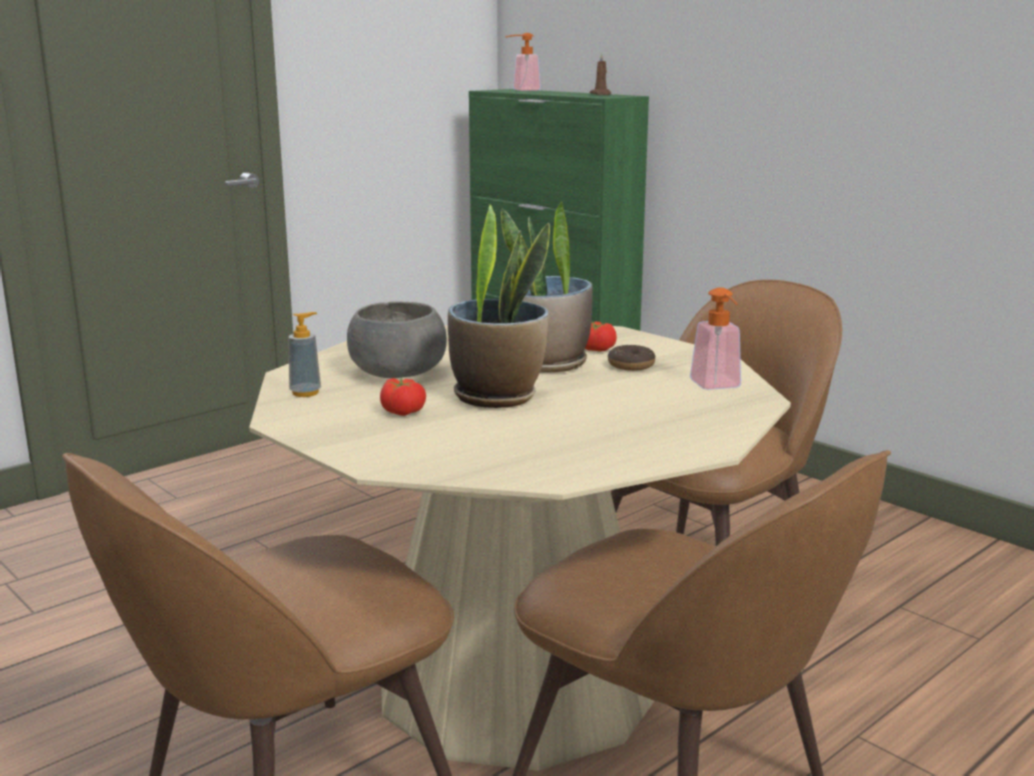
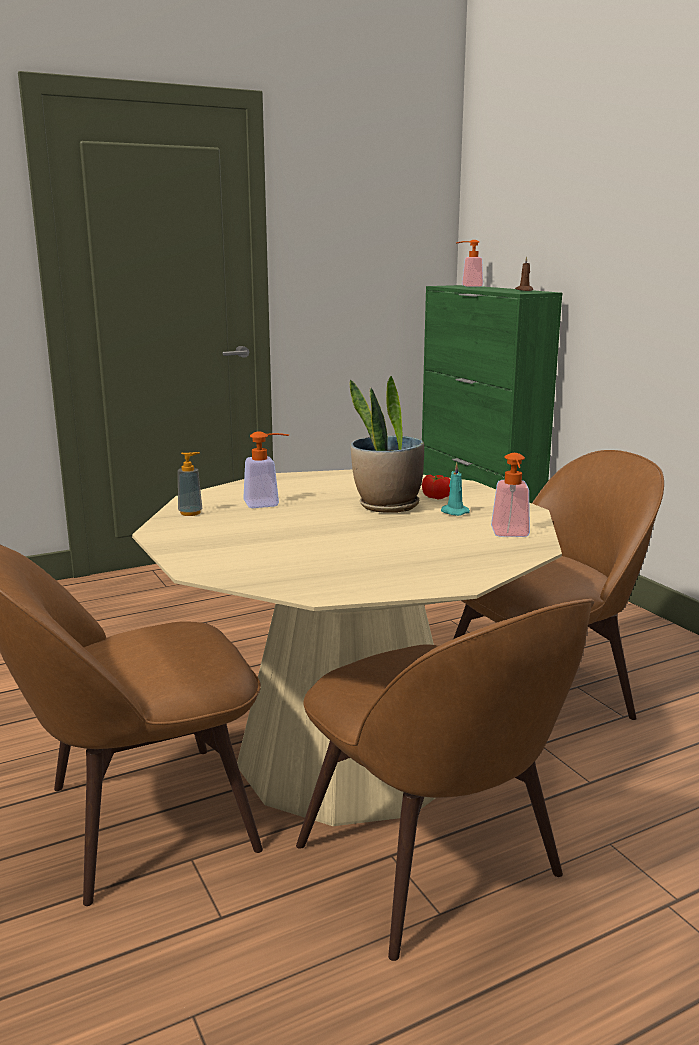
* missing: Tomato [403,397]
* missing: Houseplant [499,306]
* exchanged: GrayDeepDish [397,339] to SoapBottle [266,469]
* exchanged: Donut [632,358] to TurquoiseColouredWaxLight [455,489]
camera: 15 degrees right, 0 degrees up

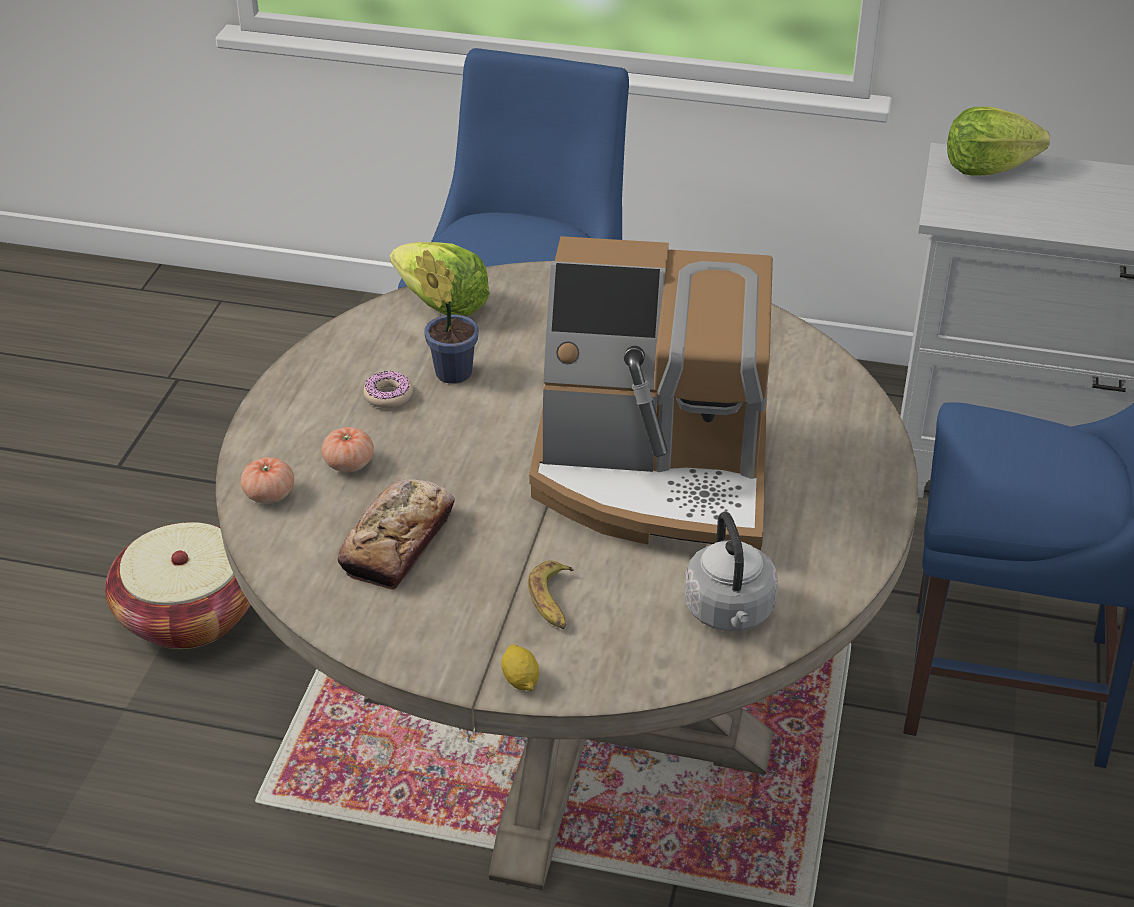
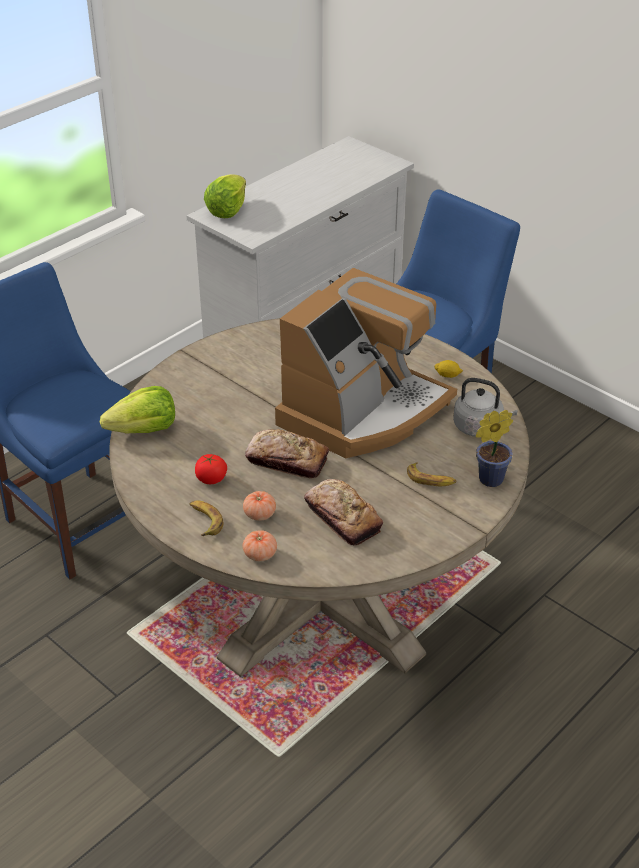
* missing: HouseholdBasket [178,585]
* appeared: WholeBanana [206,518]
* appeared: BakeryBread [287,454]
* relocated: Houseplant [446,317] to [494,448]
* relocated: CitrusFruit [520,667] to [448,369]
* exchanged: Donut [388,389] to Tomato [211,469]
camera: 60 degrees left, 0 degrees up

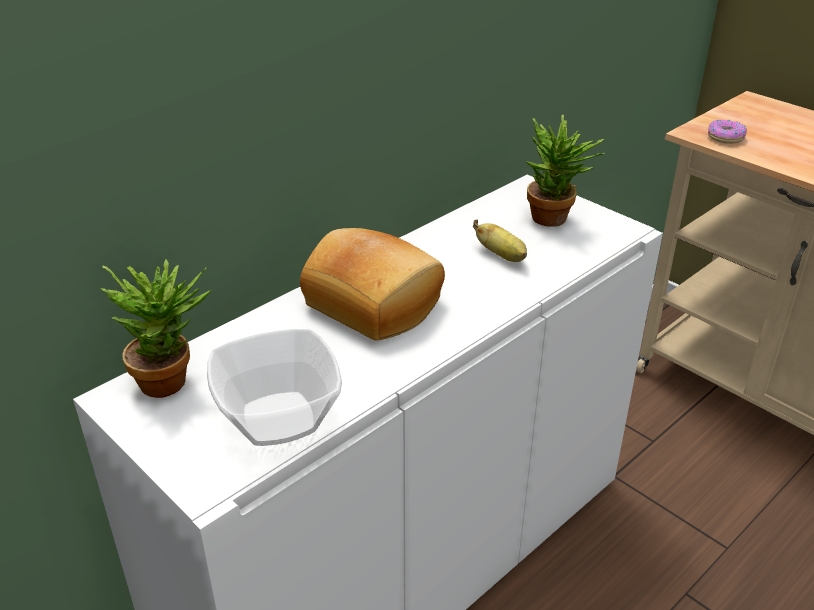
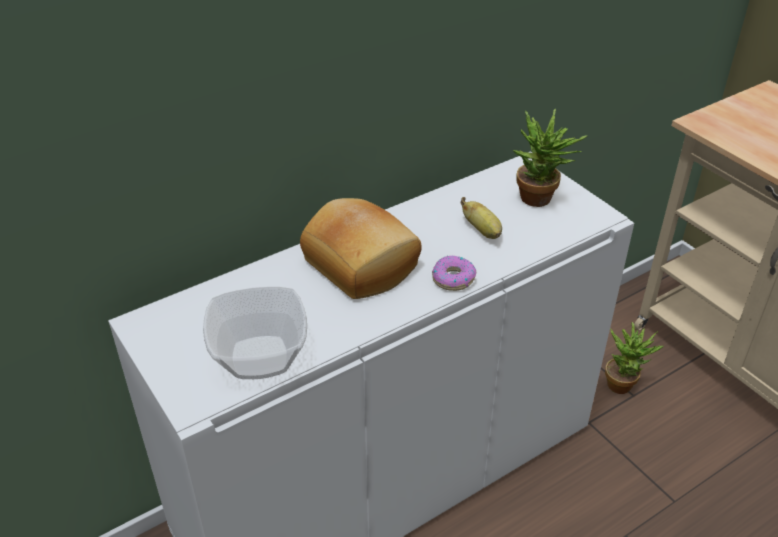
* relocated: Houseplant [156,329] to [634,358]
* relocated: Donut [727,132] to [454,273]
camera: 10 degrees right, 5 degrees up

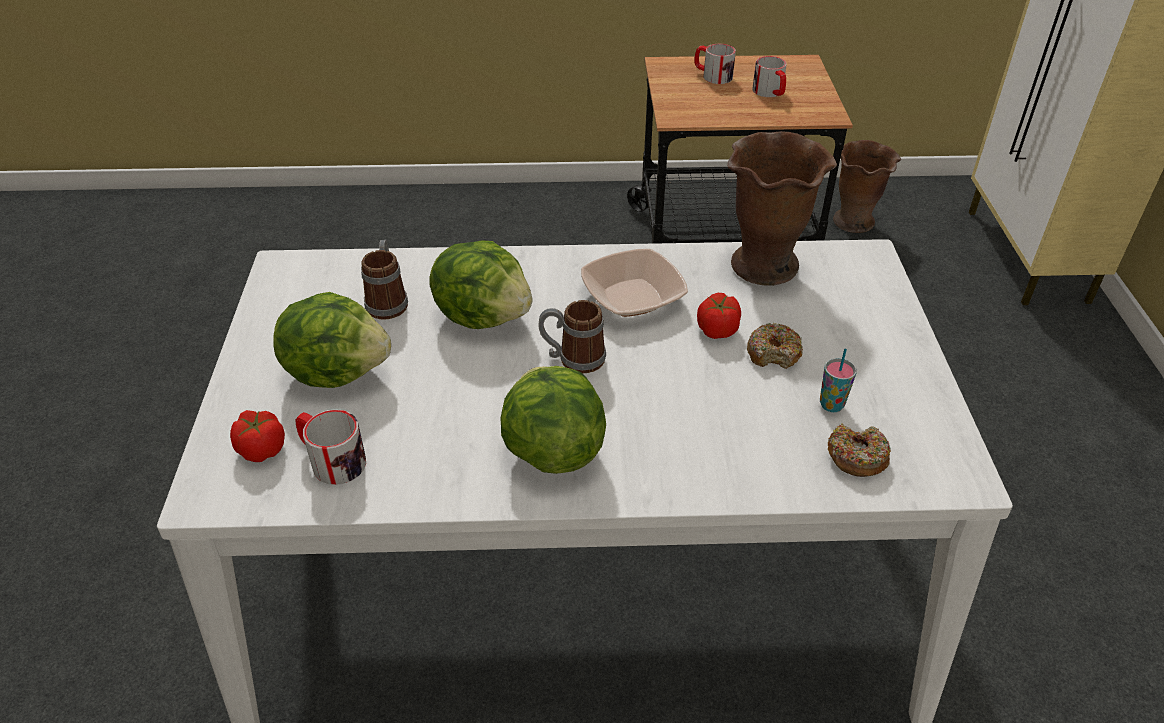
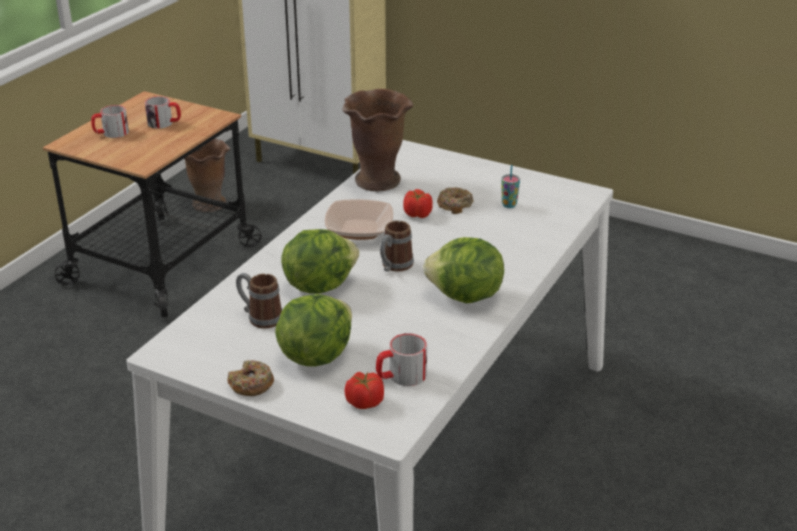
* relocated: Donut [859,450] to [250,378]
camera: 60 degrees left, 10 degrees down

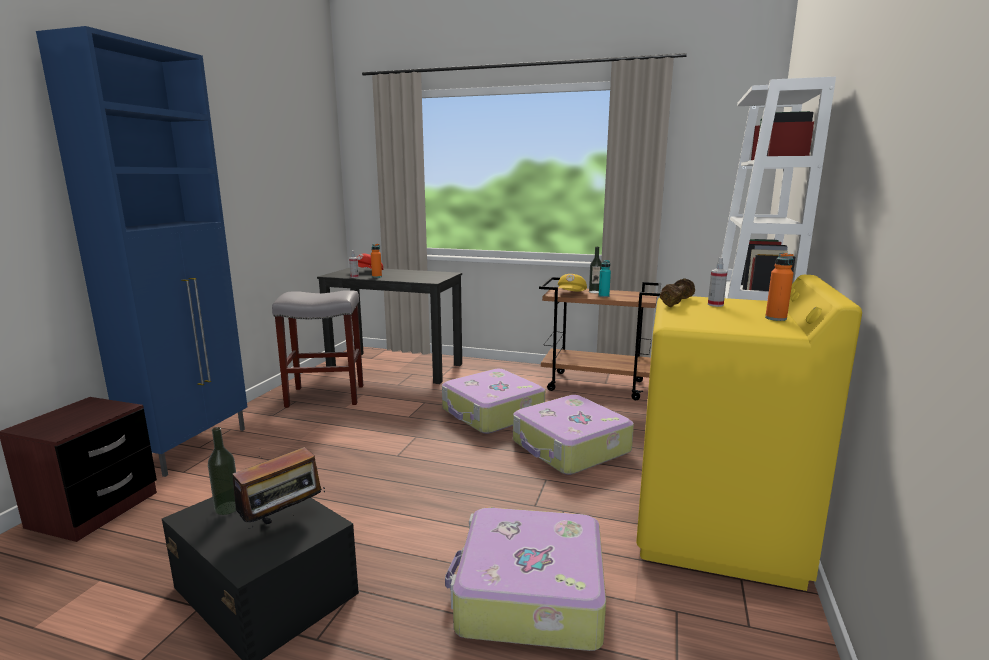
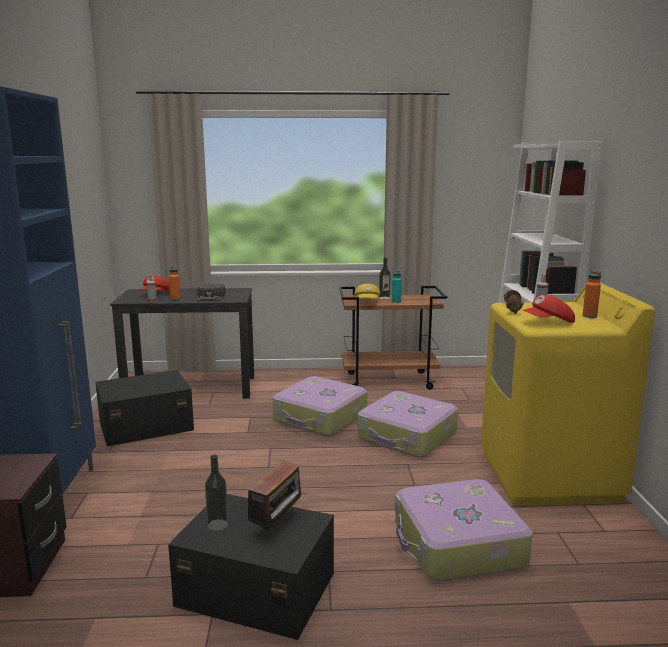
* appeared: BlackishCap [211,292]
* appeared: RedColouredCap [549,309]
* exchanged: GraySittingStool [317,349] to BlackishStorageContainer [144,408]
camera: 20 degrees left, 0 degrees up

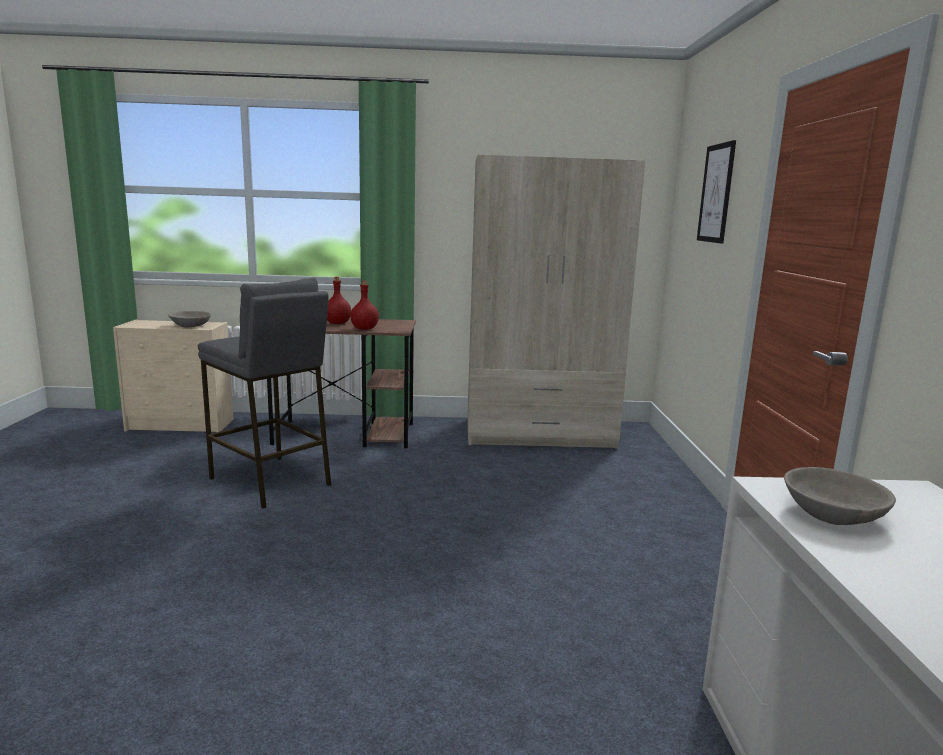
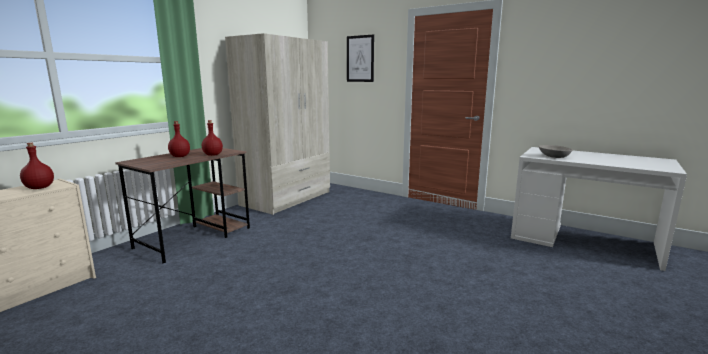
* missing: GraySittingStool [264,393]
* exchanged: GrayDeepDish [189,319] to RedColouredBottle [37,166]
camera: 55 degrees left, 0 degrees up

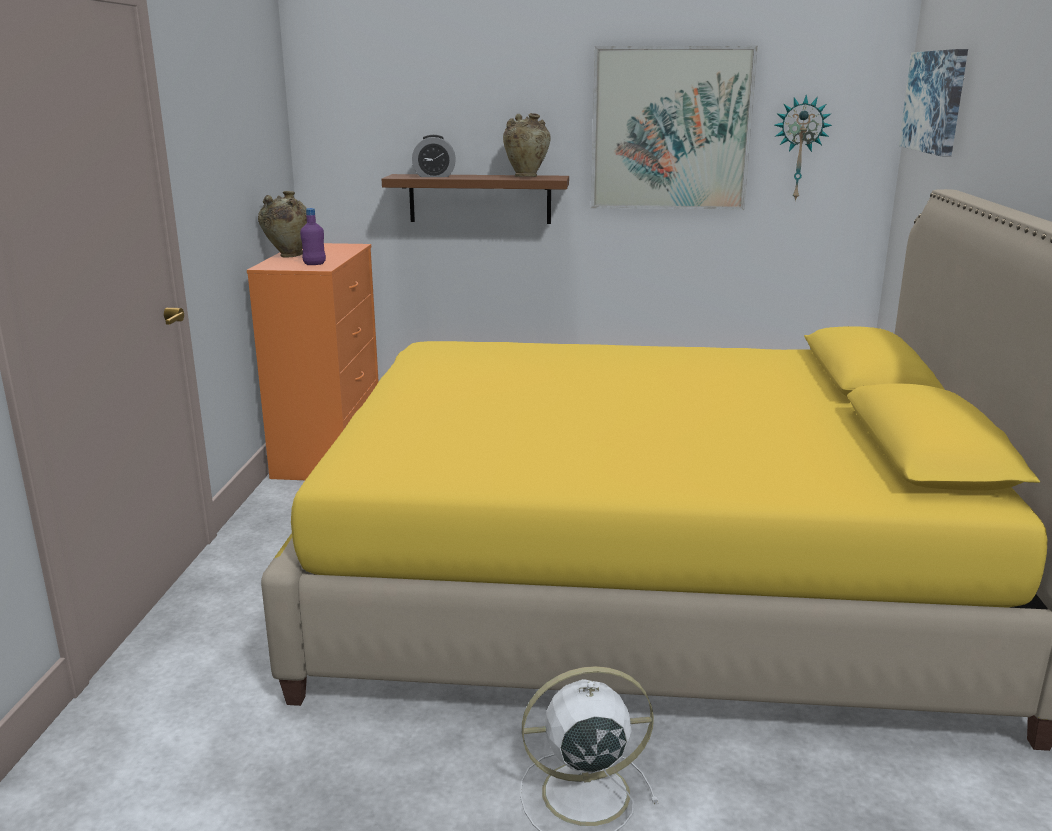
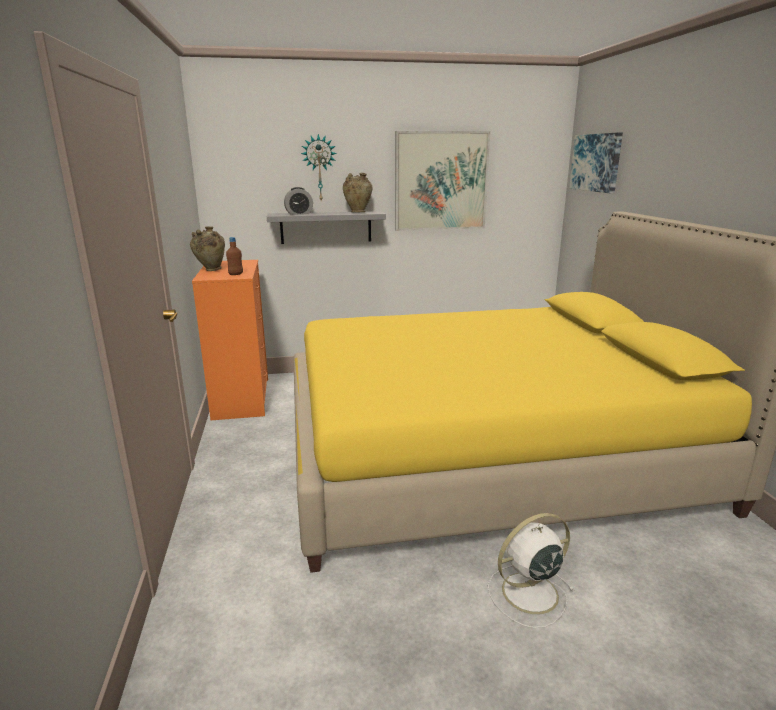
* relocated: WallClock [803,148] to [319,167]
* colour: PurpleColouredBottle [313,236] to BrownishBottle [234,256]
* colour: BrownishWallShelf [475,199] to GrayWallShelf [326,227]
camera: 15 degrees left, 0 degrees up

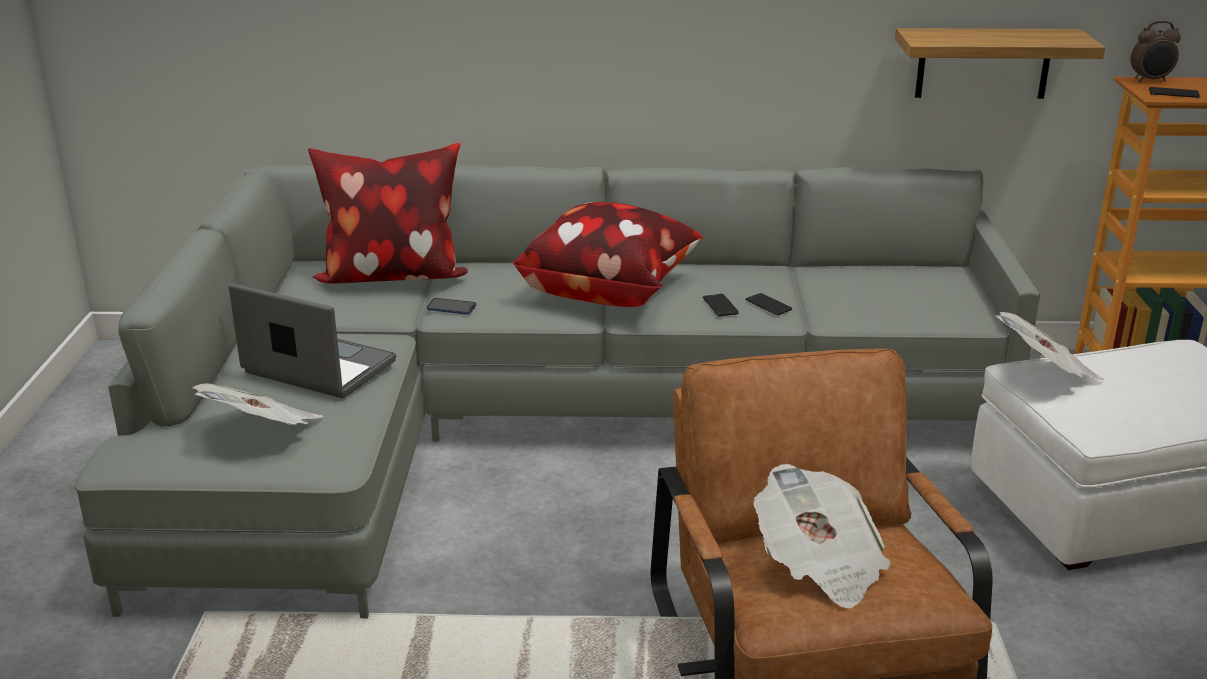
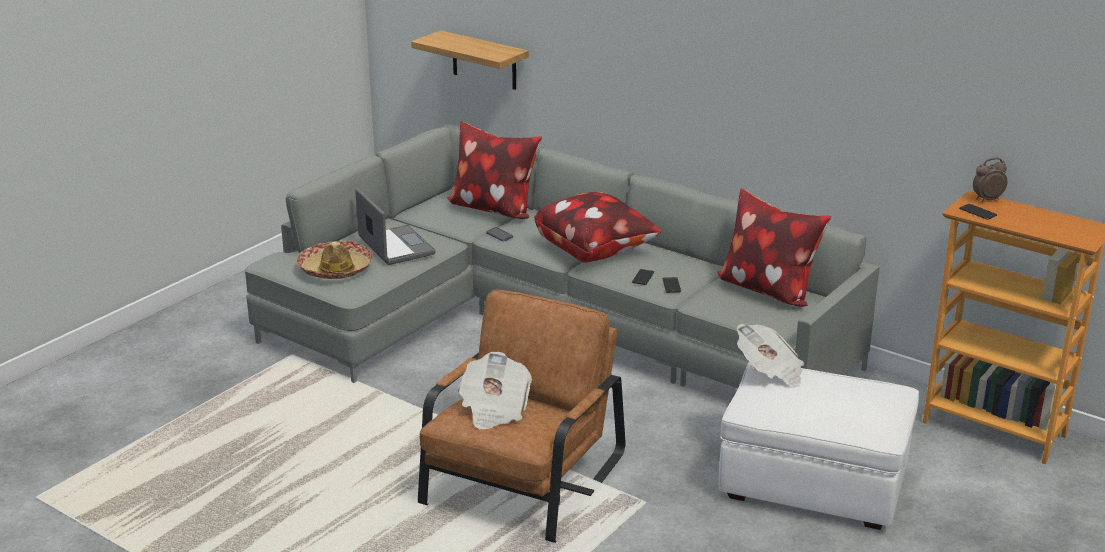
* appeared: Cushion [774,247]
* relocated: WallShelf [1000,63] to [470,60]
* exchanged: PrintedPaper [257,404] to WearableHat [334,260]
* spun: AlarmClock [1156,51] = [990,180] 135 degrees clockwise
camera: 35 degrees right, 0 degrees up

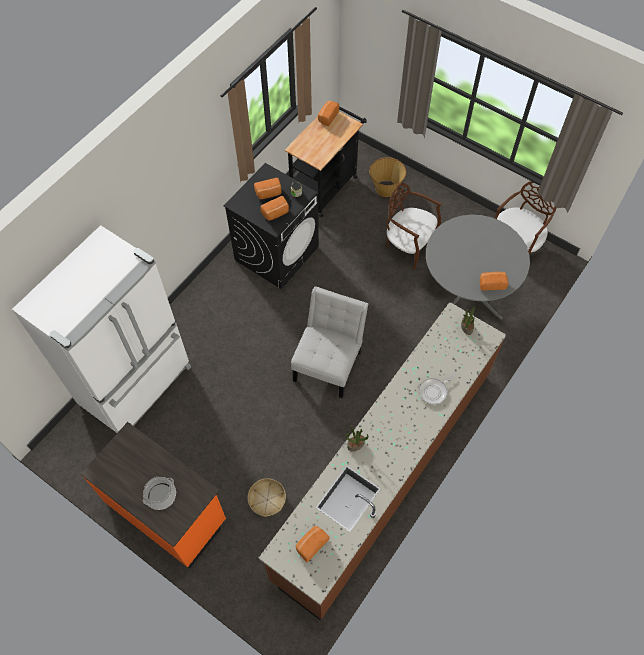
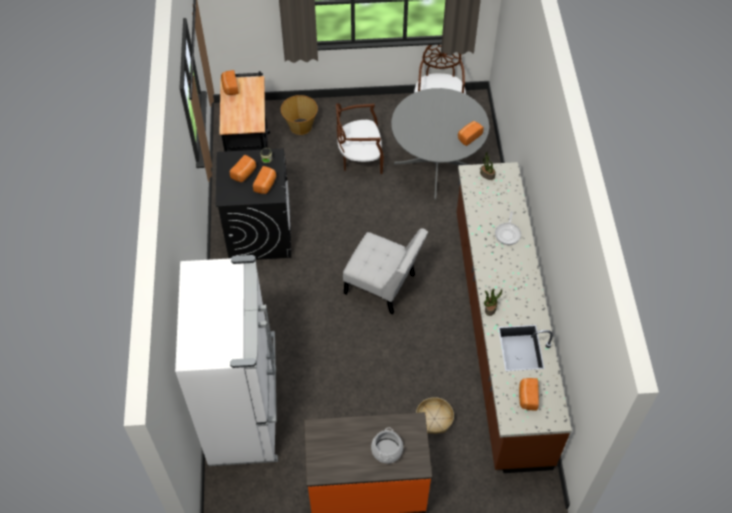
* spun: WhiteColouredPlainChair [329,342] = [385,271] 135 degrees clockwise
camera: 40 degrees left, 5 degrees down

